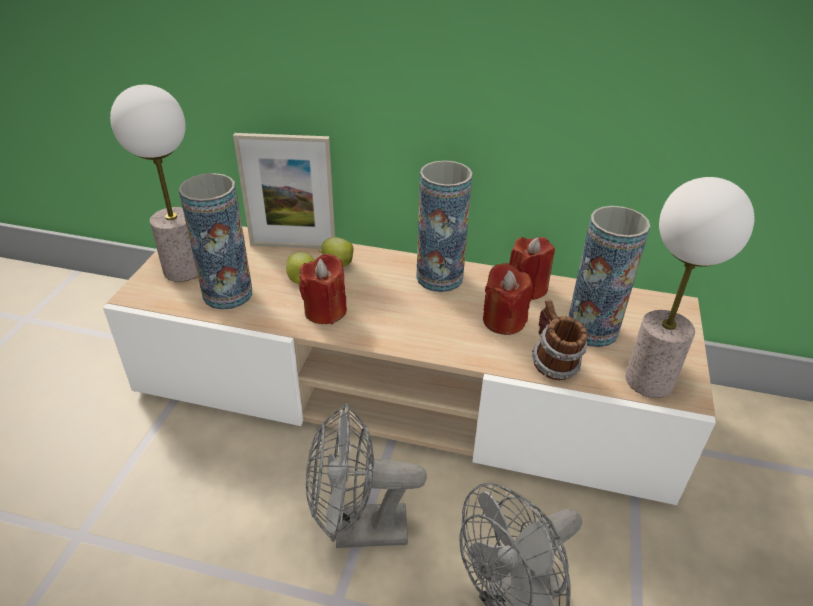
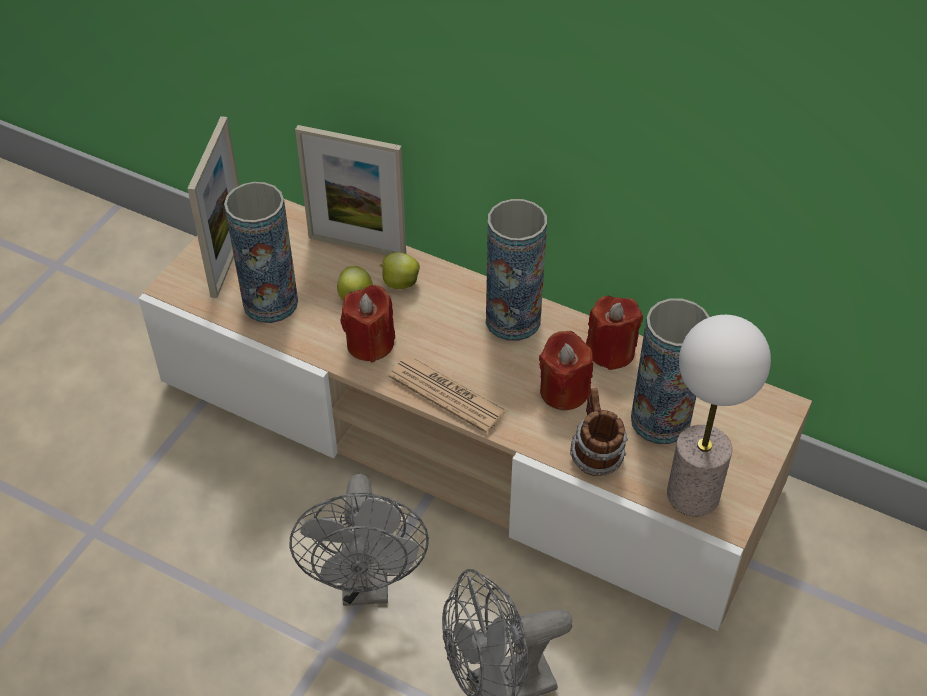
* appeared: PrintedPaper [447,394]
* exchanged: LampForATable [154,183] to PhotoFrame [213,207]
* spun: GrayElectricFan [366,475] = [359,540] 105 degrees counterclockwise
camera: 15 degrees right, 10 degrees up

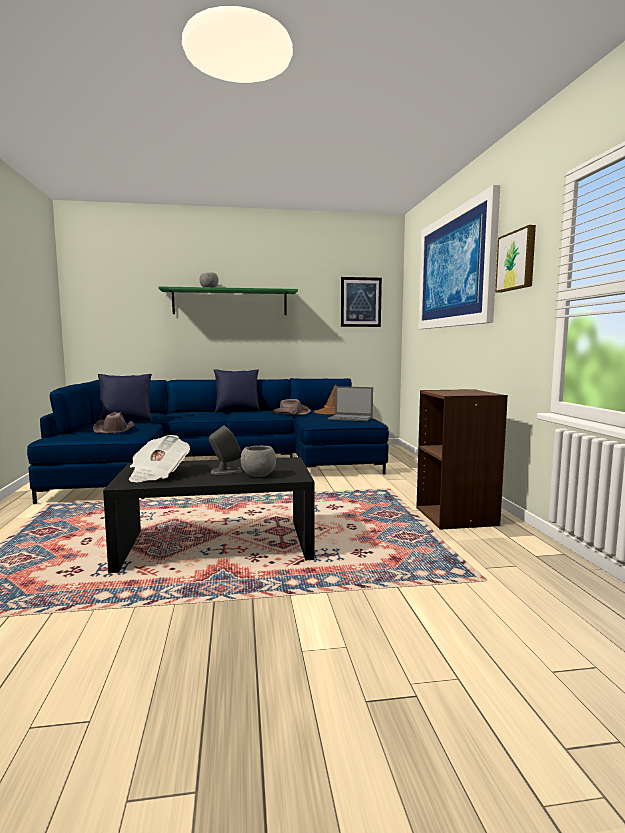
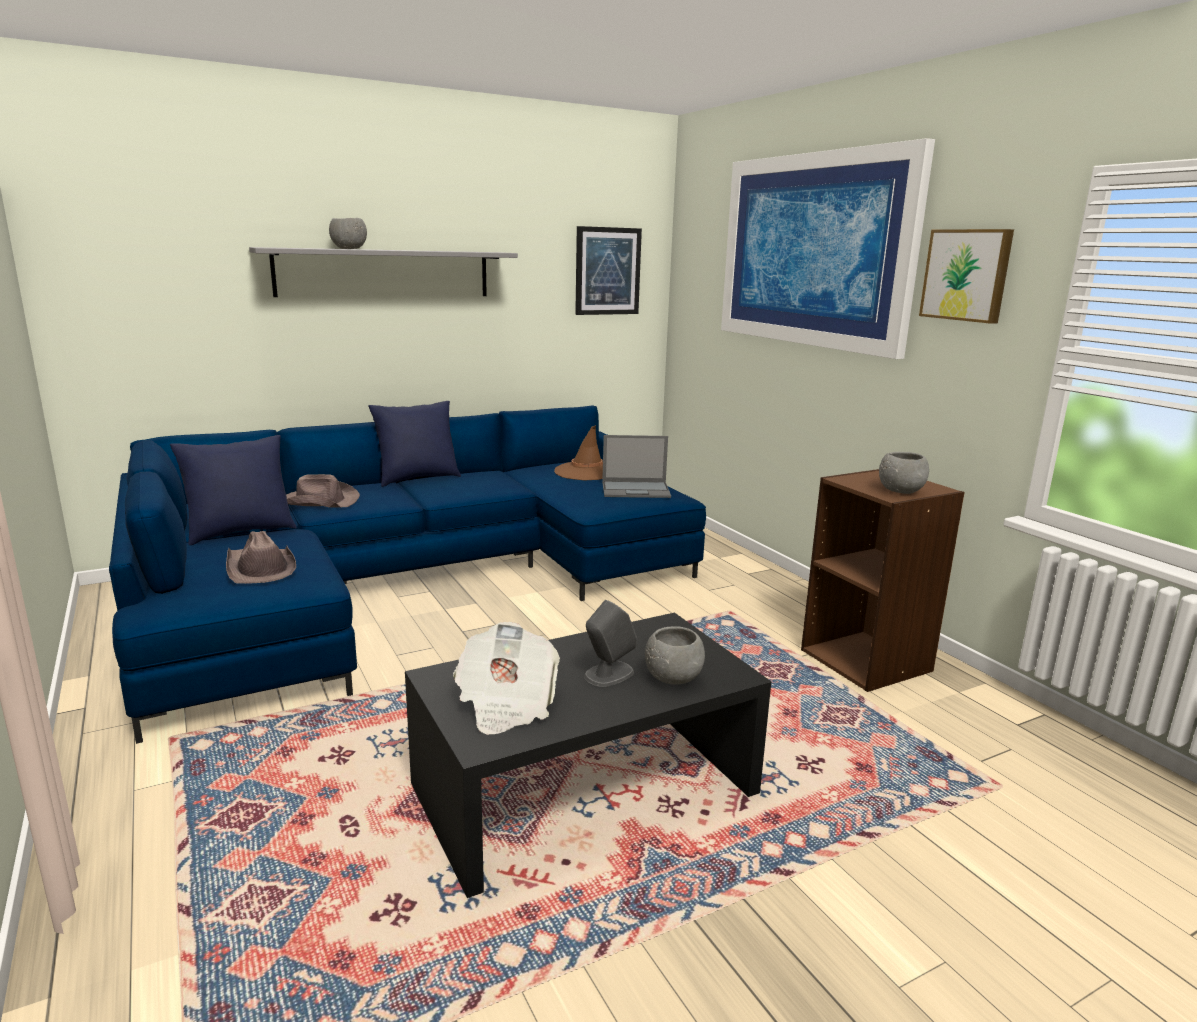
* appeared: GrayDeepDish [904,473]
* relocated: BrownishWearableHat [291,407] to [323,491]
* colour: GreenishWallShelf [228,300] to GrayWallShelf [383,272]
camera: 20 degrees left, 10 degrees up

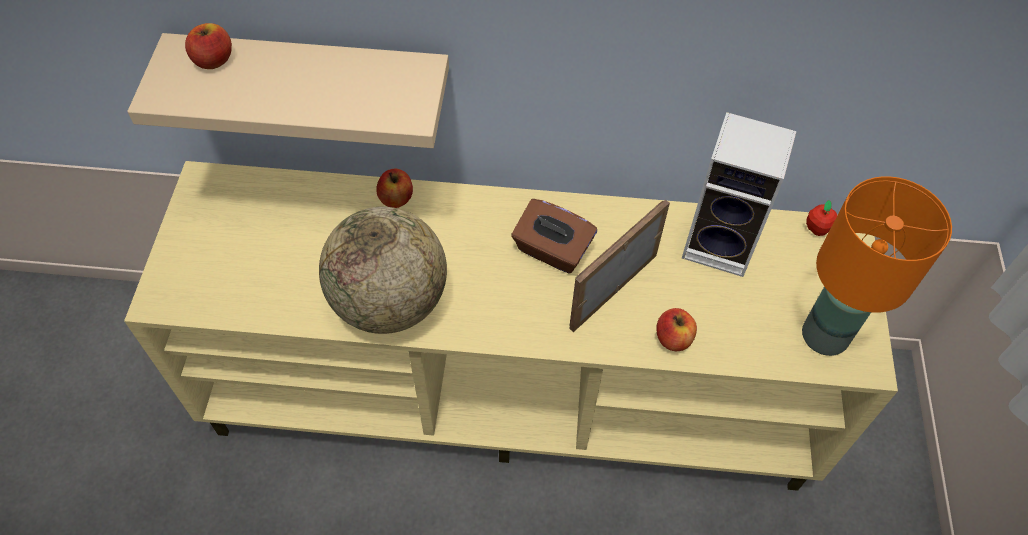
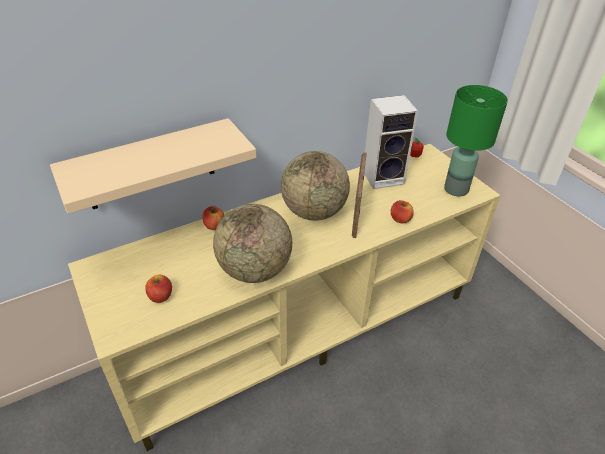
* relocated: AppleFruit [208,46] to [158,289]
* exchanged: BrownishTissueHolder [554,236] to DeskGlobe [315,186]
* colour: OrangeyLampForATable [877,266] to GreenishLampForATable [476,141]
camera: 35 degrees left, 15 degrees down

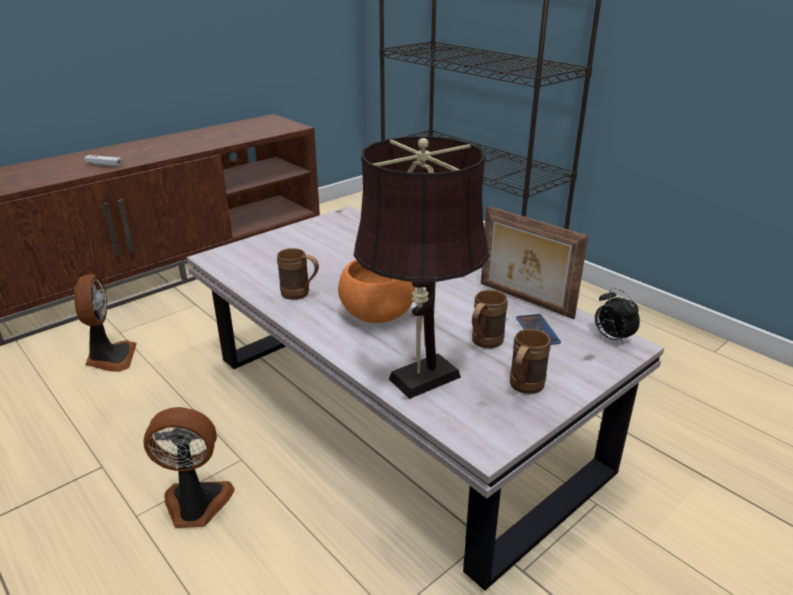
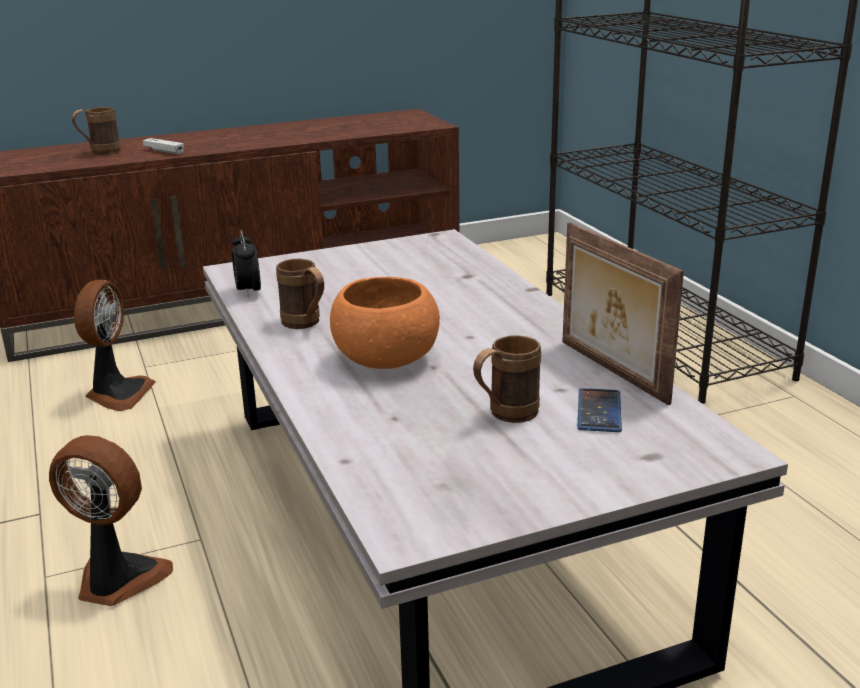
* missing: BrownishLampForATable [421,267]
* relocated: BrownishCoffeeMug [530,361] to [96,131]
* relocated: AlarmClock [617,316] to [246,263]
camera: 20 degrees right, 5 degrees down

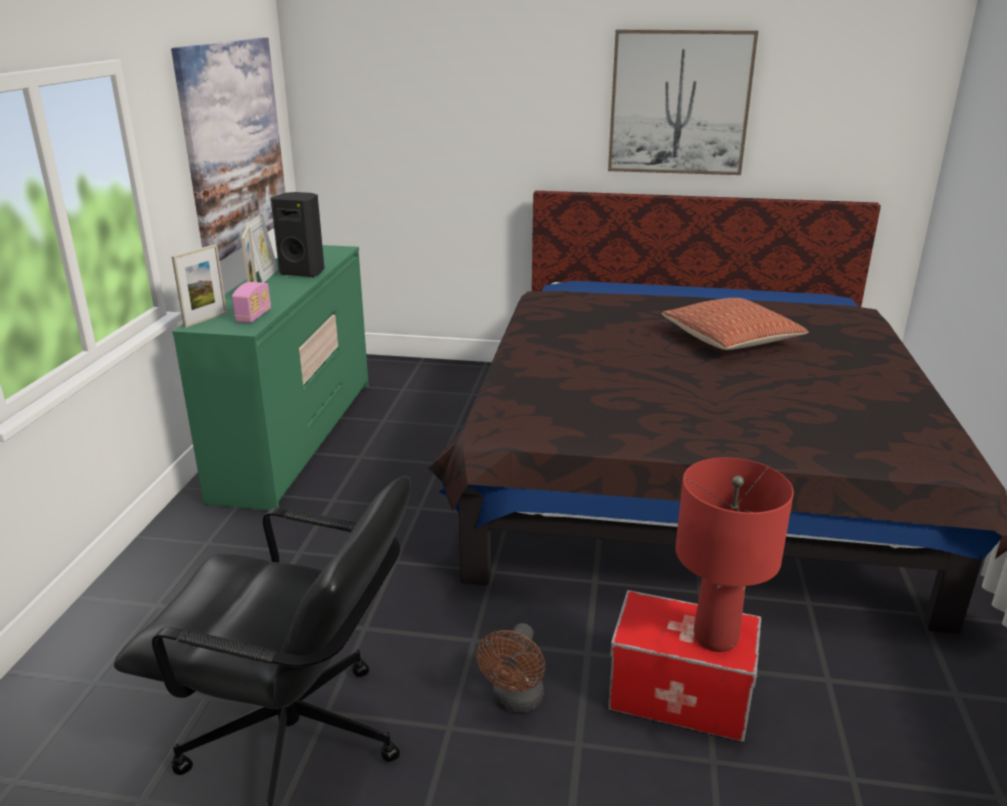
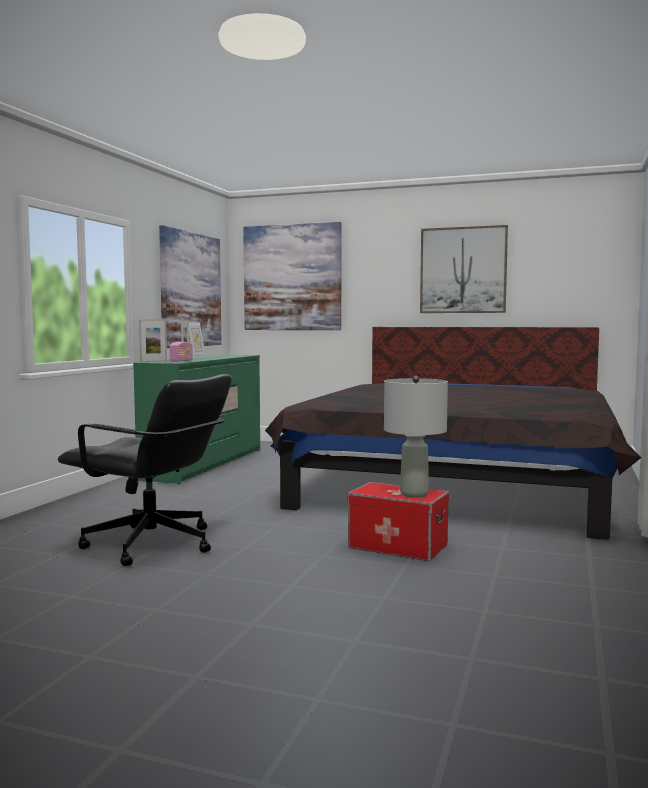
* missing: BlackishLoudspeaker [298,234]
* missing: BrownishElectricFan [511,668]
* missing: Cushion [735,324]
* appeared: WallArt [292,276]
* colour: RedColouredLampForATable [734,555] to GrayLampForATable [416,437]
camera: 10 degrees right, 20 degrees down

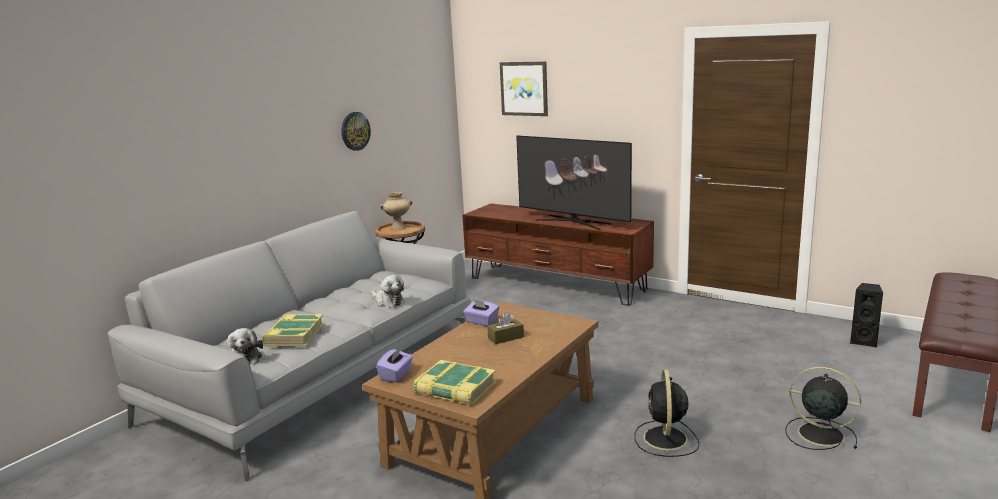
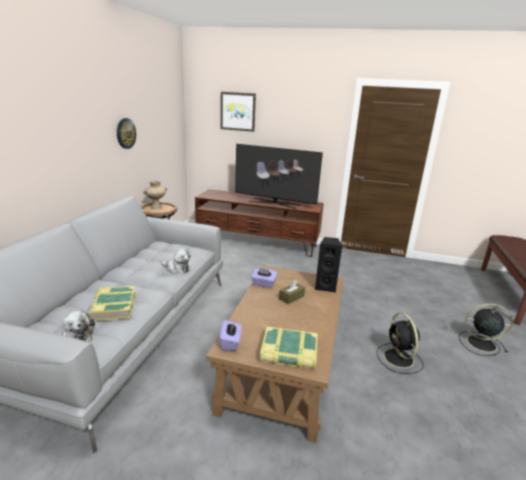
* relocated: BlackishLoudspeaker [866,315] to [329,265]
camera: 20 degrees left, 5 degrees up

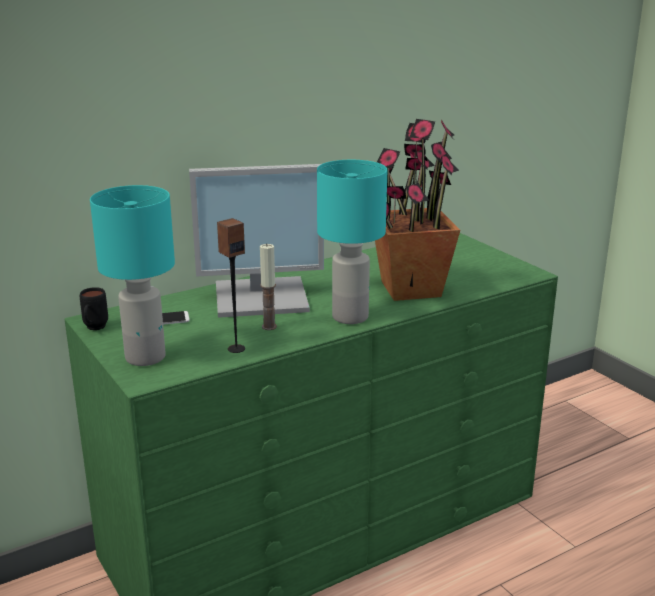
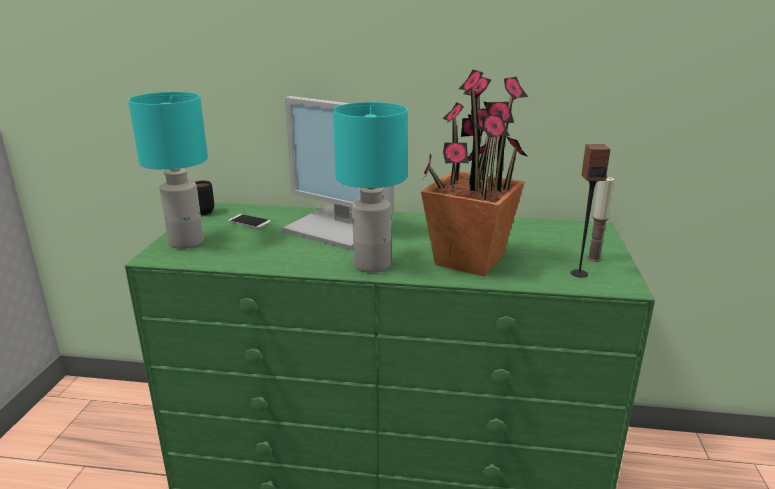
* relocated: Loudspeaker [231,285] to [590,211]
* relocated: WaxLight [268,286] to [600,219]
camera: 40 degrees right, 0 degrees up

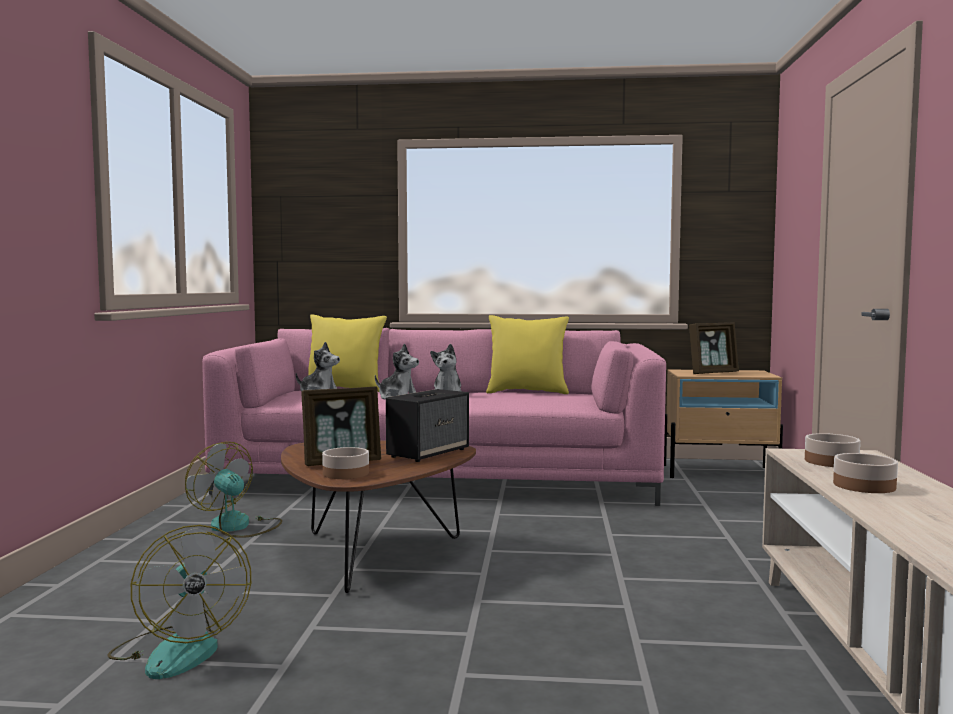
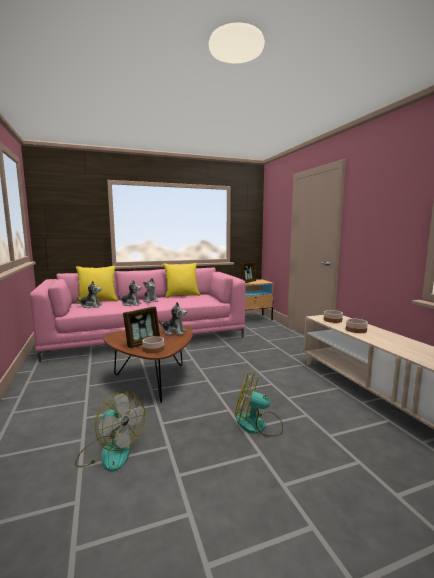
* relocated: ElectricFan [233,490] to [259,405]
* exchanged: Loudspeaker [427,425] to CuddlyToy [173,318]
camera: 25 degrees left, 5 degrees up

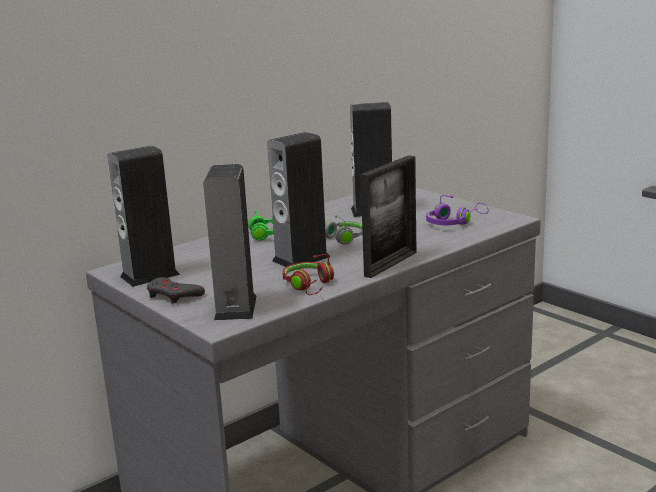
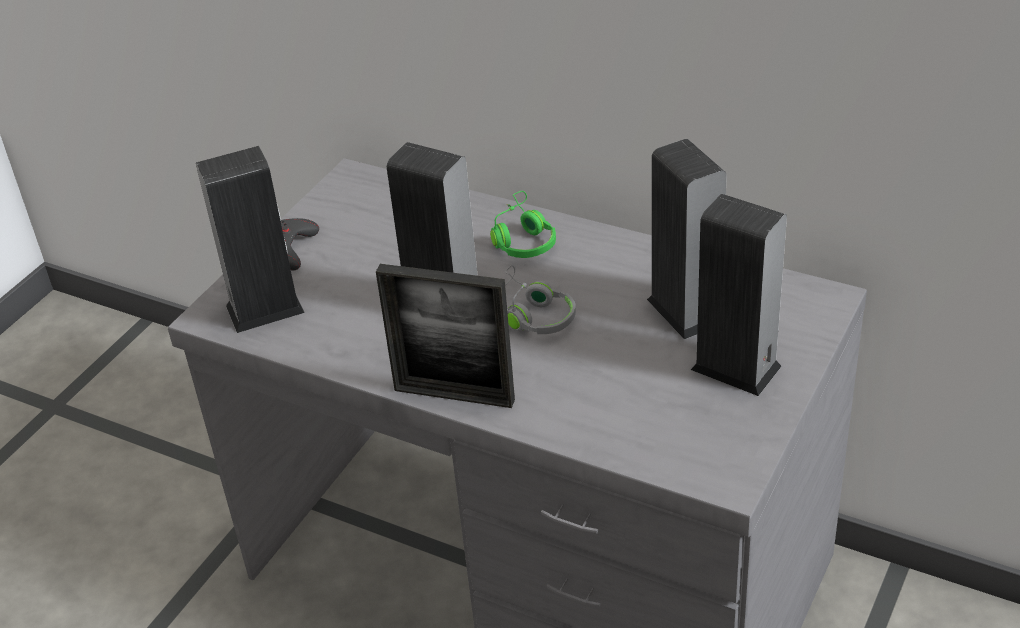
* missing: RedColouredPairOfHeadphones [308,274]
* missing: PurpleColouredPairOfHeadphones [457,210]
* relocated: Loudspeaker [144,216] to [739,295]
camera: 70 degrees right, 20 degrees up

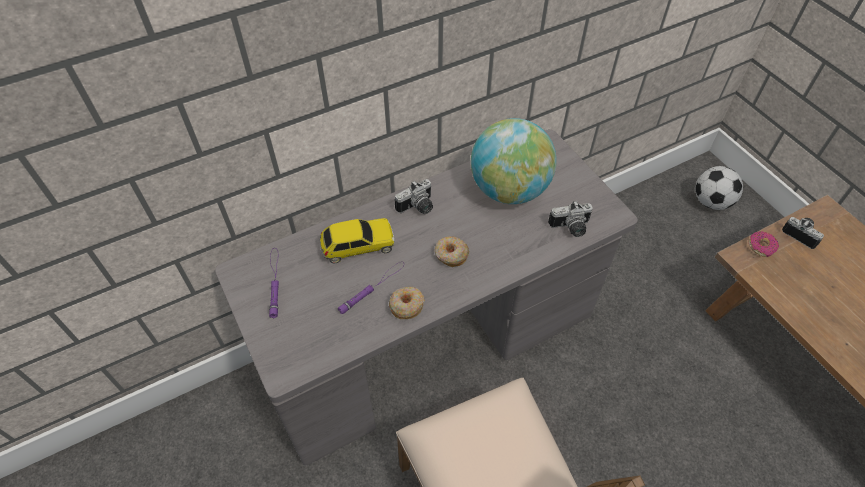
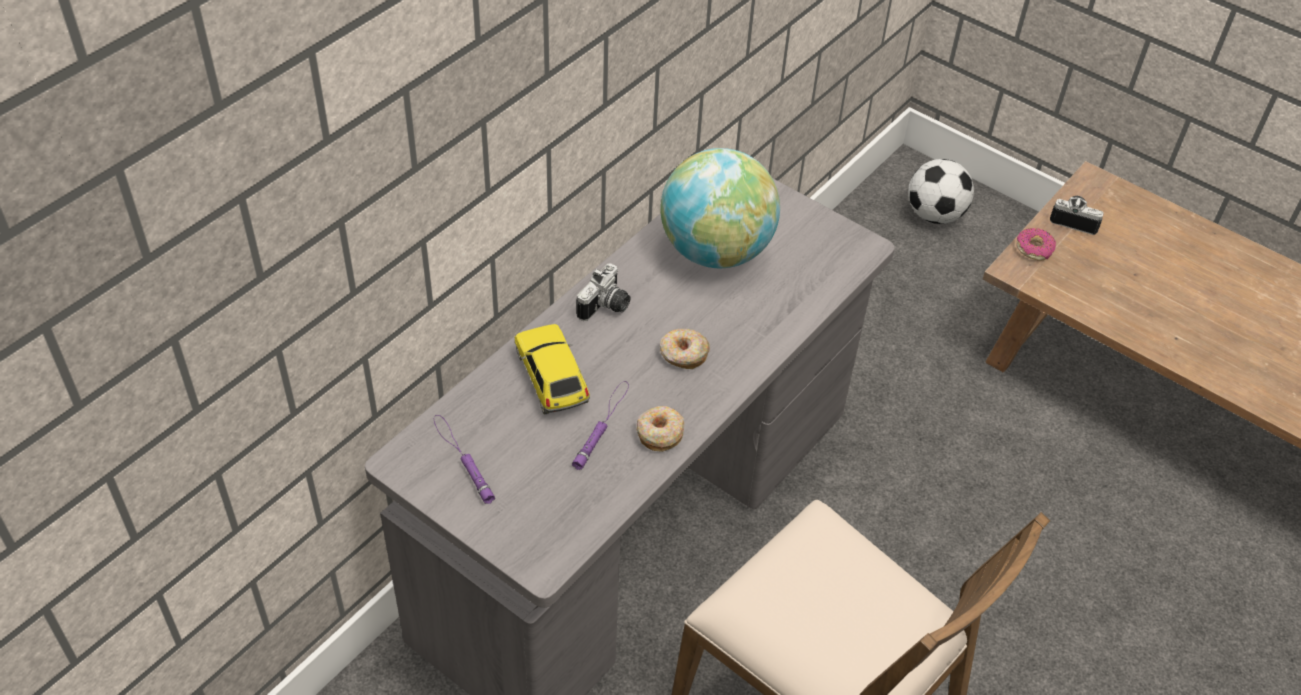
* missing: StillCamera [570,219]
* spun: ToyCar [357,241] = [552,369] 75 degrees counterclockwise
camera: 25 degrees left, 5 degrees down

